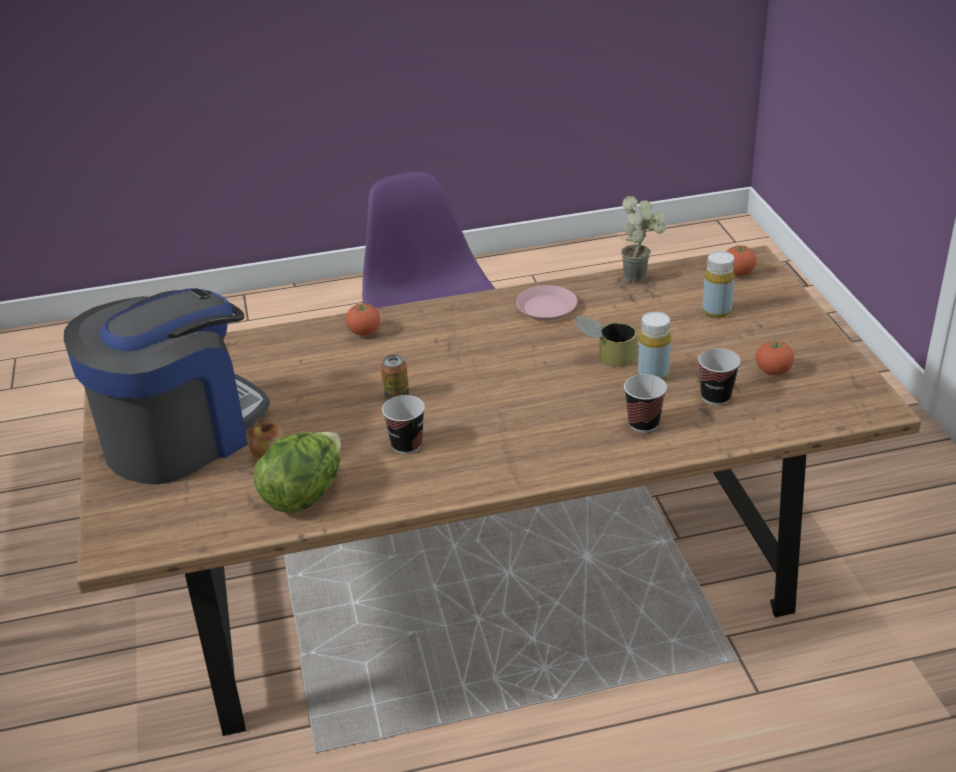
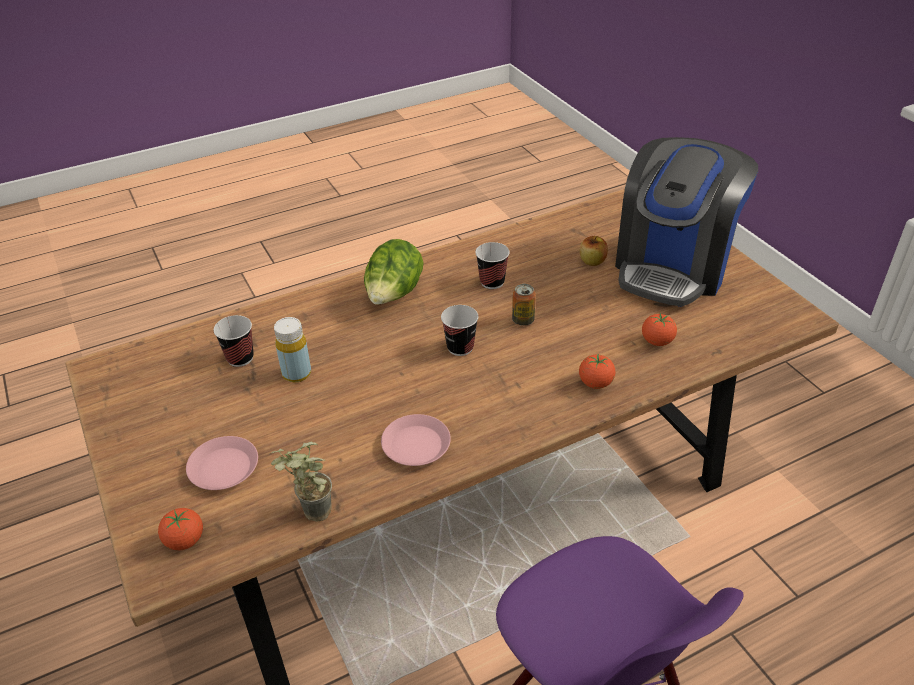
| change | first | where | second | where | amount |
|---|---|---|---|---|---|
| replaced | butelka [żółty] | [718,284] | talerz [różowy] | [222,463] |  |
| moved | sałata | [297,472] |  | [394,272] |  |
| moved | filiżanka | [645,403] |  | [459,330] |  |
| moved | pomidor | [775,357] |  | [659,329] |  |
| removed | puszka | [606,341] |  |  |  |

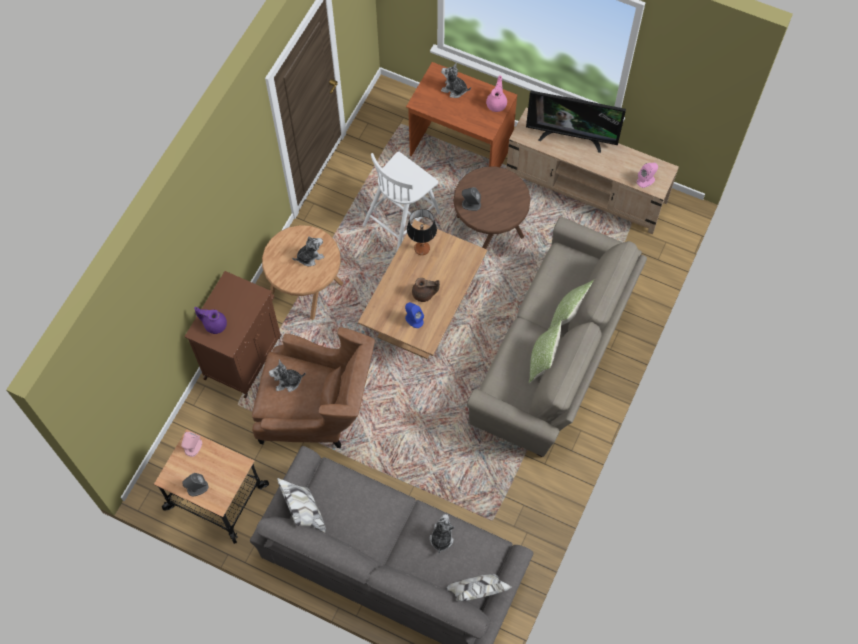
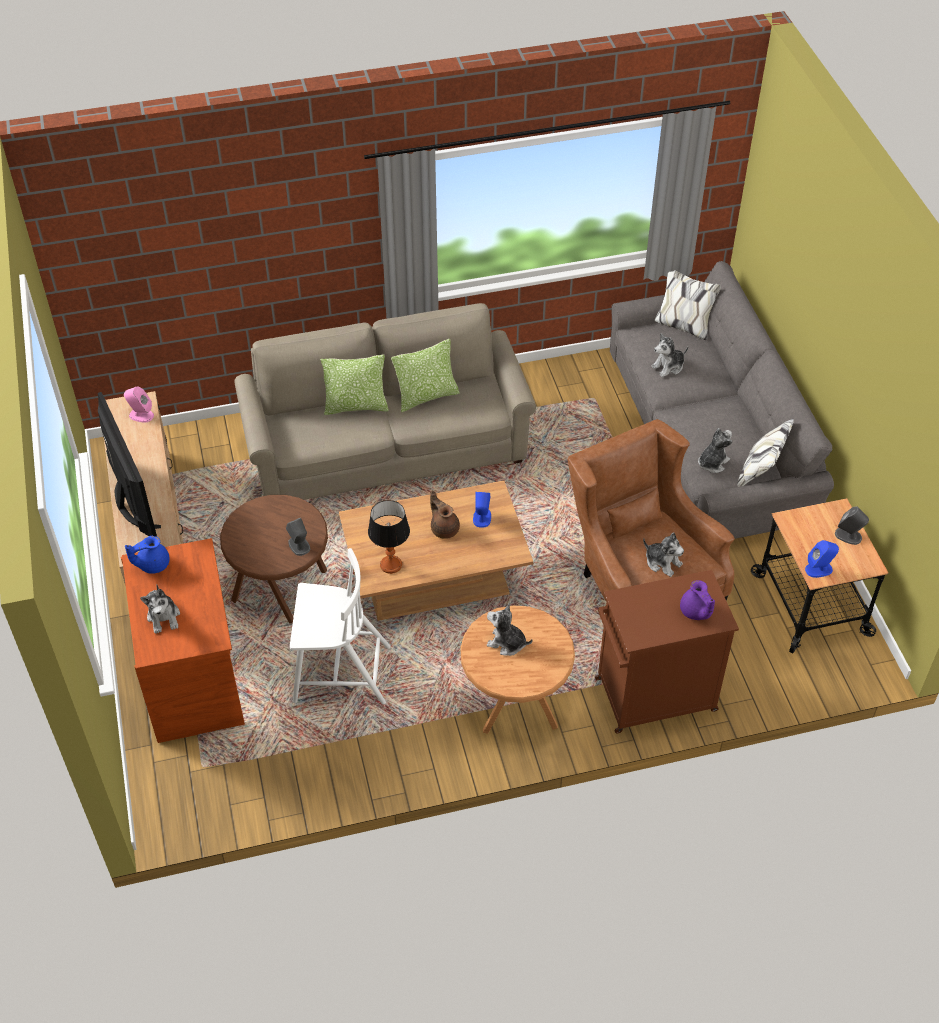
| change | first | where | second | where | amount |
|---|---|---|---|---|---|
| recoloured | imbryk [różowy] | [496,93] | imbryk [niebieski] | [147,555] |  |
| added |  |  | pluszak | [715,450] |  |
| recoloured | głośnik [różowy] | [191,444] | głośnik [niebieski] | [822,559] |  |

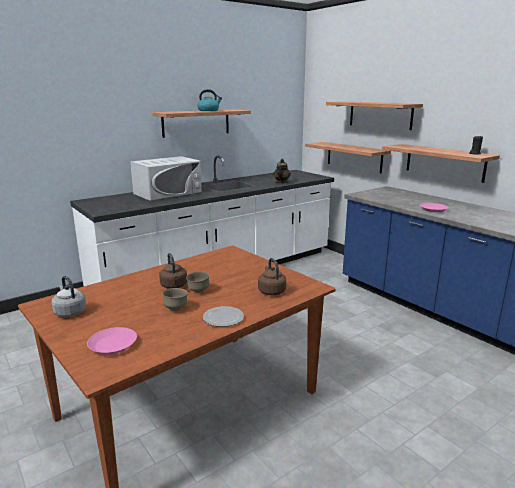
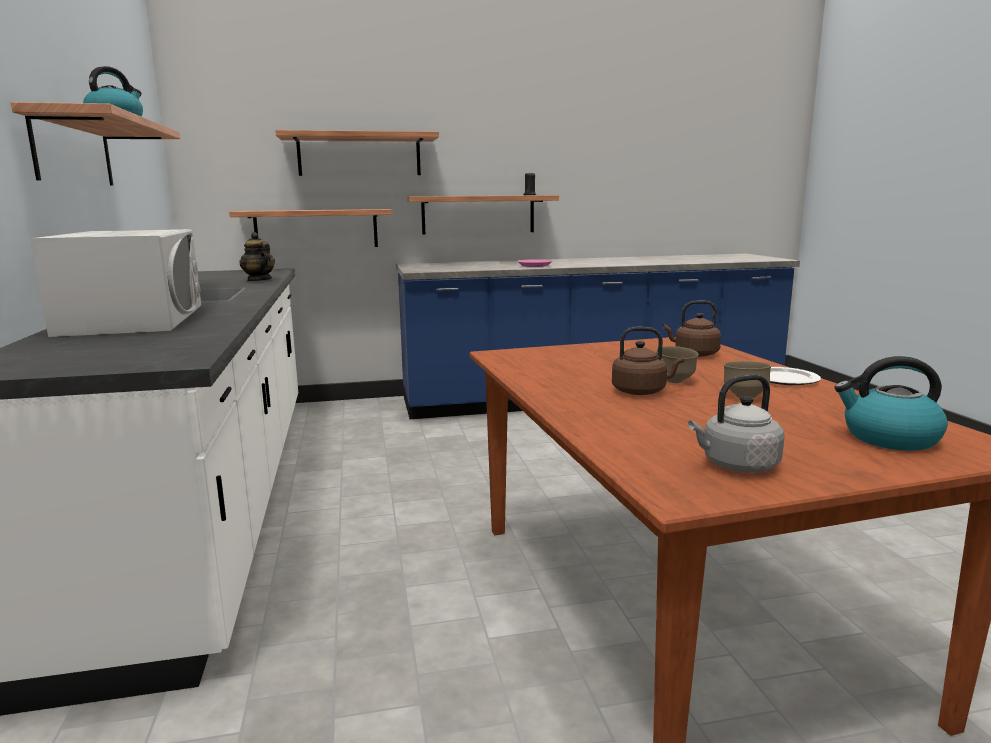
| change | first | where | second | where | amount |
|---|---|---|---|---|---|
| replaced | talerz [różowy] | [112,341] | czajnik | [891,403] |  |

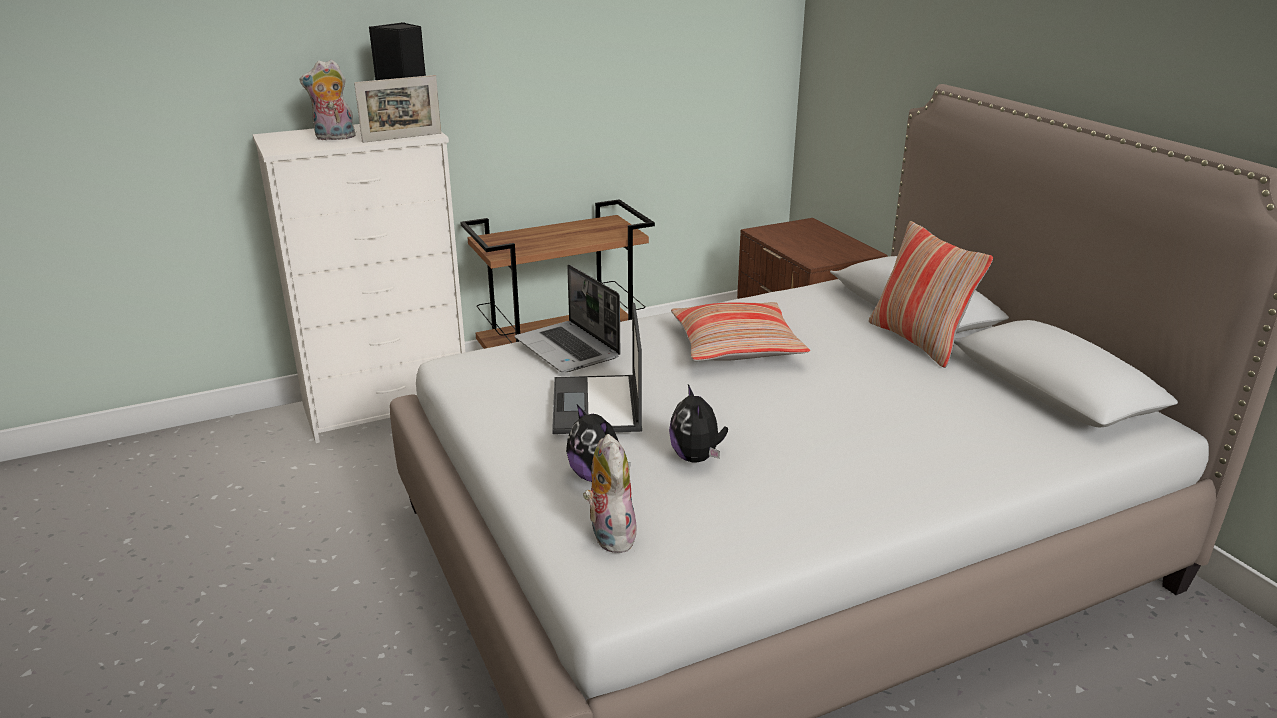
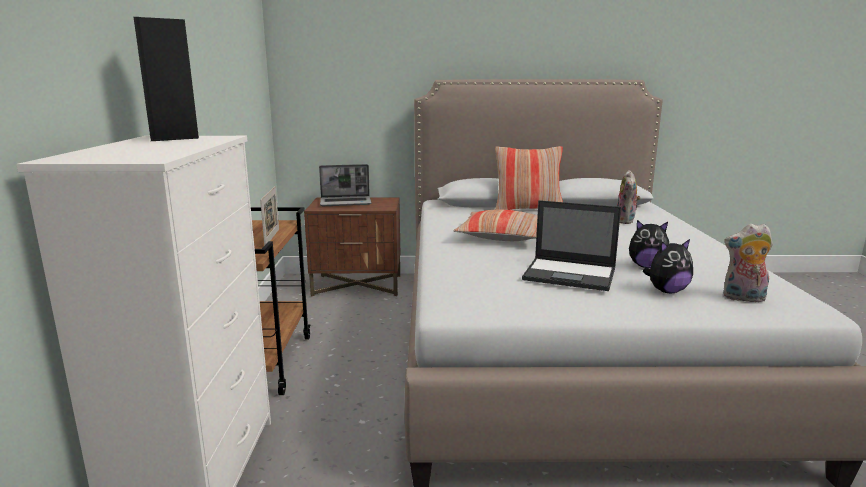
| change | first | where | second | where | amount |
|---|---|---|---|---|---|
| moved | ramka na zdjęcie | [397,109] |  | [269,216] |  |
| moved | laptop | [568,318] |  | [345,185] |  |
| moved | pluszak | [327,99] |  | [628,197] |  |

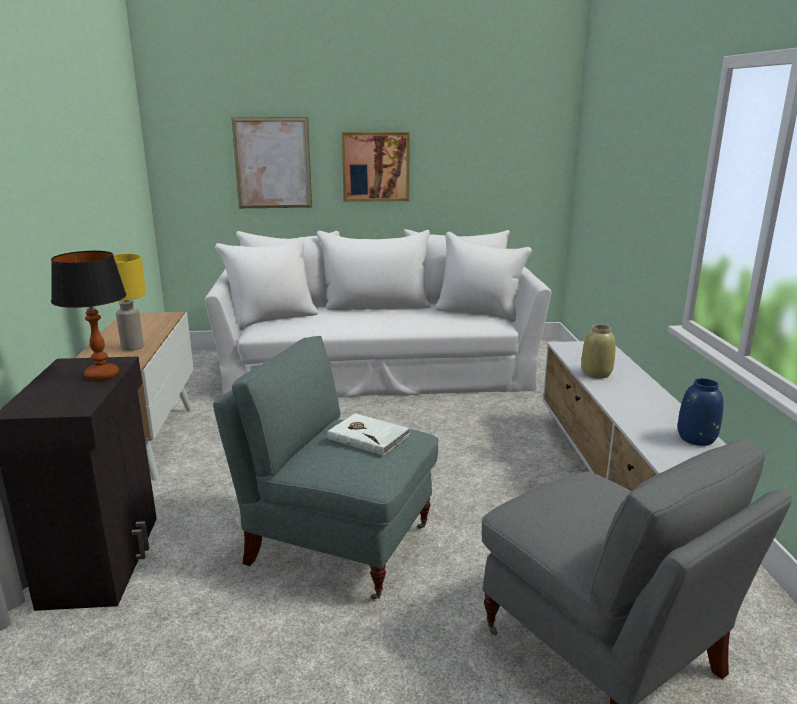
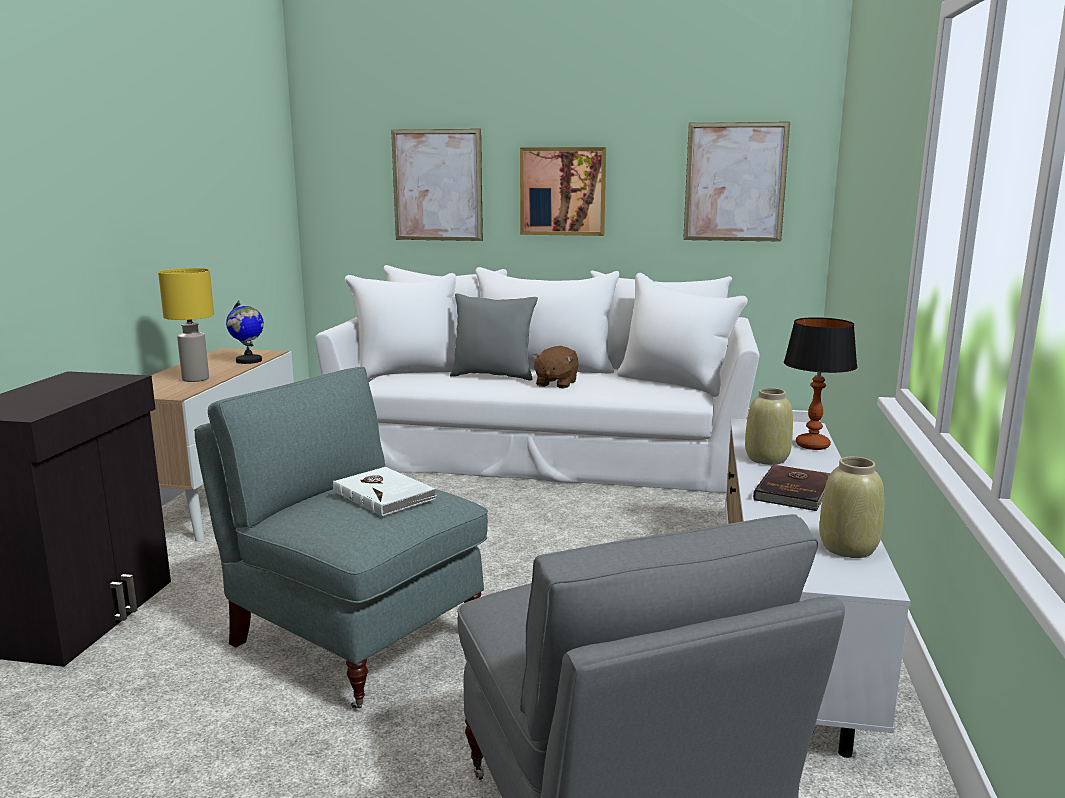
| change | first | where | second | where | amount |
|---|---|---|---|---|---|
| added |  |  | globus | [245,332] |  |
| added |  |  | poduszka [szary] | [494,337] |  |
| added |  |  | pluszak [brązowy] | [555,367] |  |
| added |  |  | obraz | [736,182] |  |
| added |  |  | książka [brązowy] | [791,487] |  |
| moved | lampa stołowa | [88,316] |  | [821,383] |  |
| recoloured | wazon [niebieski] | [700,412] | wazon [beżowy] | [851,507] |  |

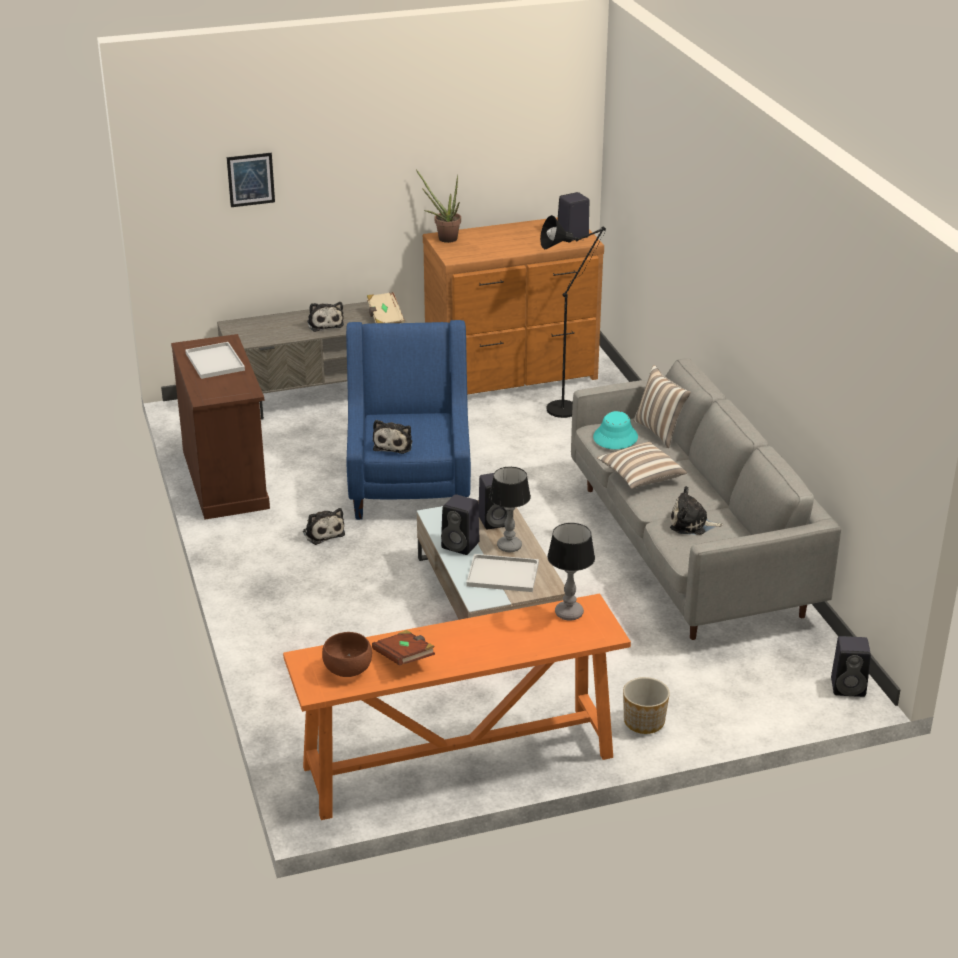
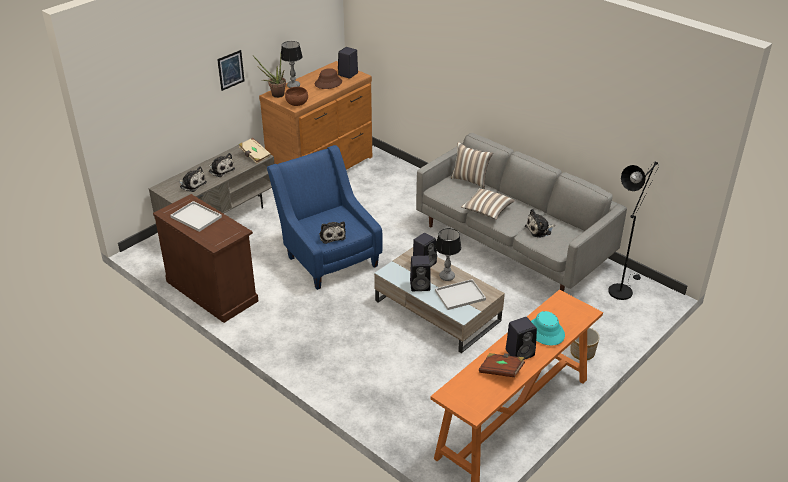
| change | first | where | second | where | amount |
|---|---|---|---|---|---|
| moved | pluszak | [324,526] |  | [192,179] |  |
| moved | obraz | [251,180] |  | [231,70] |  |
| moved | lampa stołowa | [571,572] |  | [292,64] |  |
| moved | miska [brązowy] | [347,654] |  | [296,96] |  |
| added |  |  | kapelusz [brązowy] | [328,78] |  |
| moved | głośnik [czarny] | [851,666] |  | [521,338] |  |
| moved | kapelusz [turkusowy] | [615,430] |  | [548,328] |  |
| moved | lampa stojąca [czarny] | [573,316] |  | [633,230] |  |

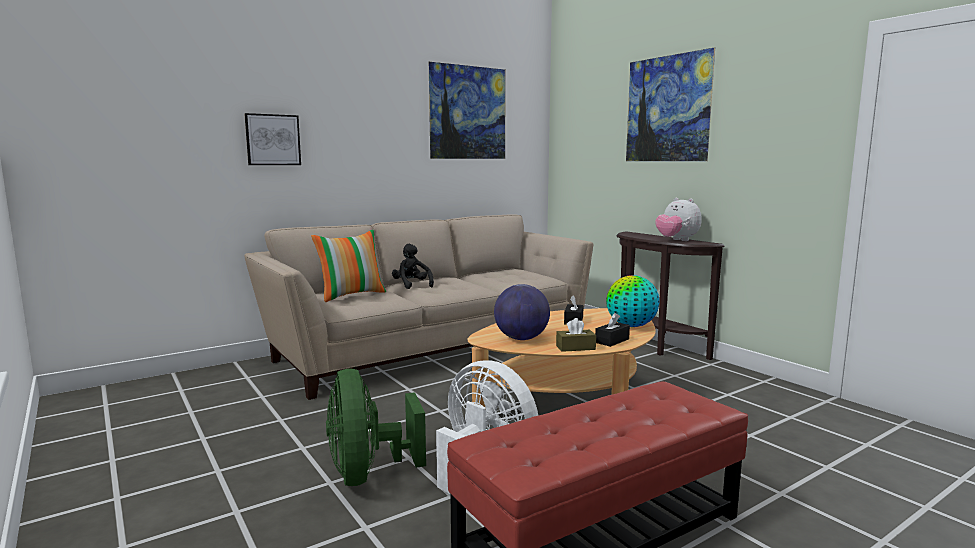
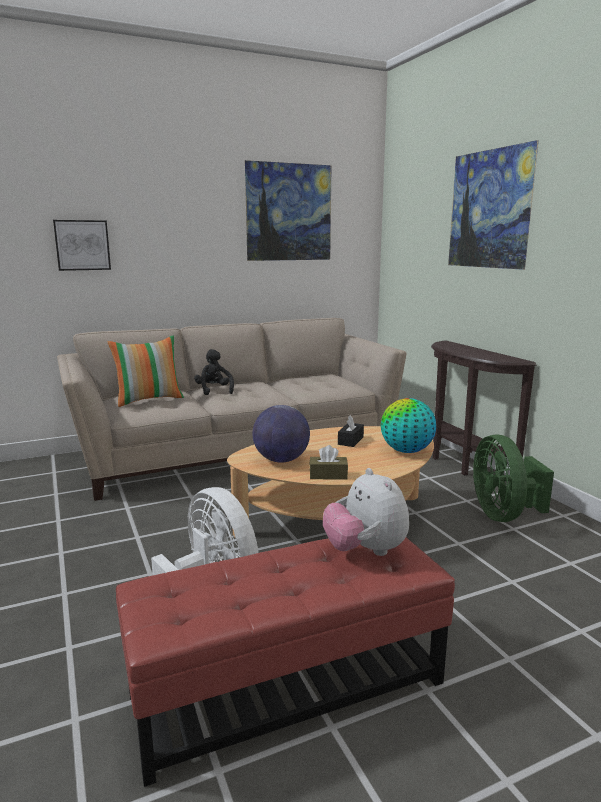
| change | first | where | second | where | amount |
|---|---|---|---|---|---|
| moved | pluszak | [679,219] |  | [366,512] |  |
| moved | wentylator [zielony] | [376,427] |  | [513,478] |  |
| removed | pudełko chusteczek [czarny] | [612,330] |  |  |  |

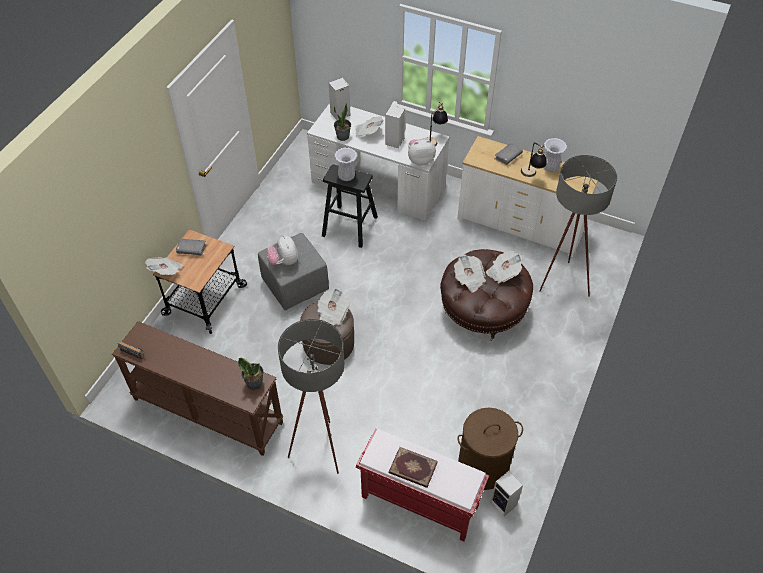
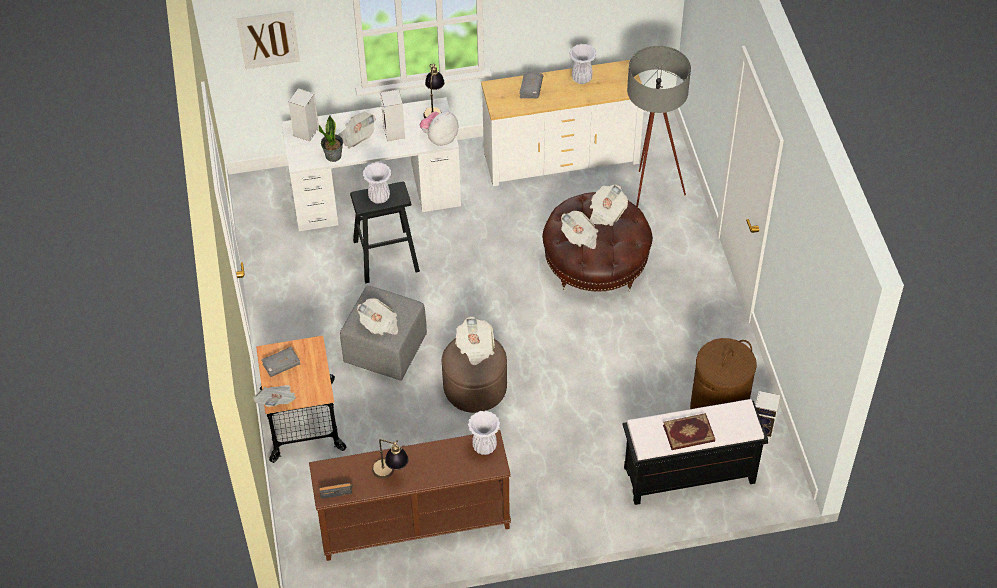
| change | first | where | second | where | amount |
|---|---|---|---|---|---|
| added |  |  | obraz | [268,39] |  |
| replaced | pluszak | [282,250] | gazeta | [377,316] |  |
| moved | lampa stołowa | [534,159] |  | [390,459] |  |
| replaced | roślina doniczkowa | [251,374] | wazon [biały] | [484,433] |  |
| recoloured | ławka [czerwony] | [422,485] | ławka [czarny] | [695,452] |  |
| removed | lampa stojąca [szary] | [311,396] |  |  |  |

